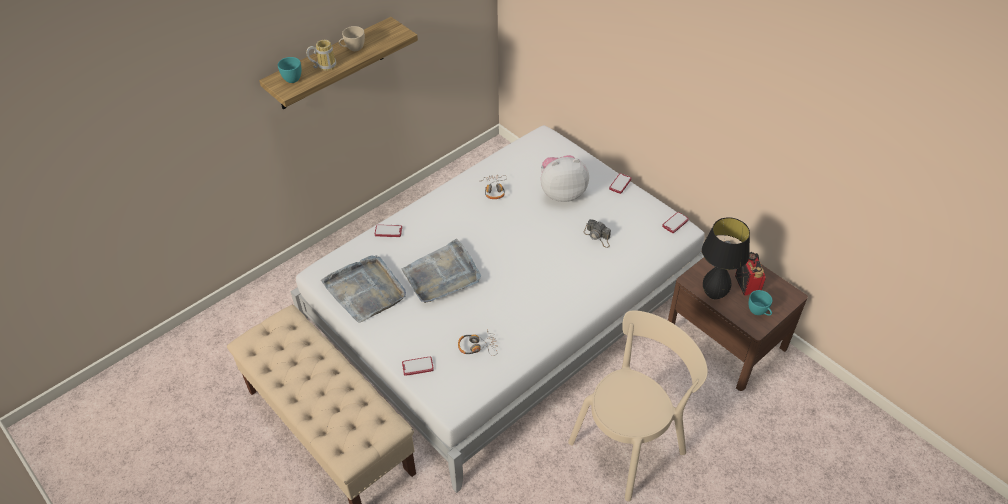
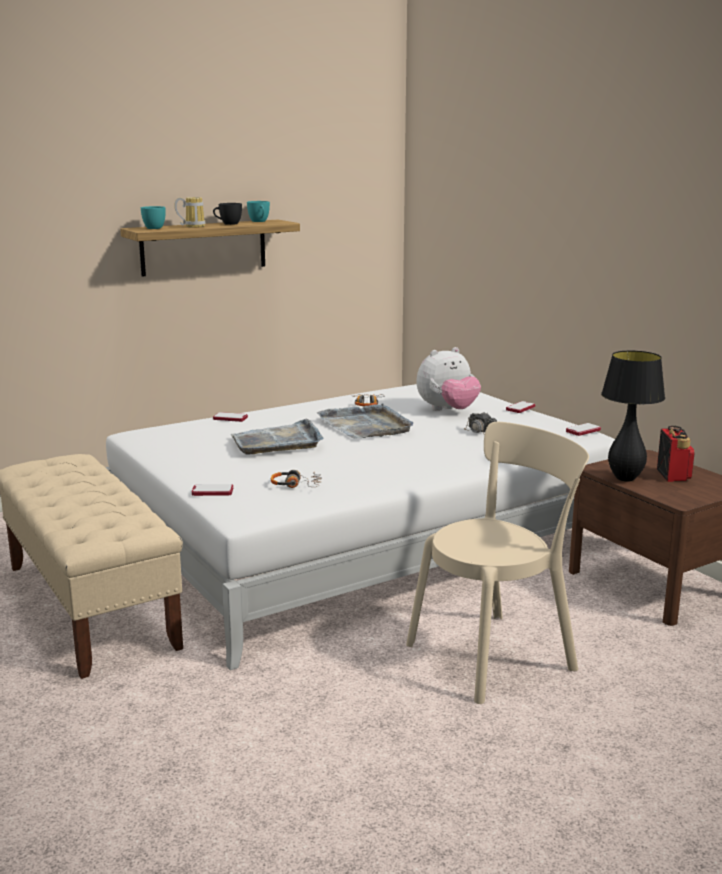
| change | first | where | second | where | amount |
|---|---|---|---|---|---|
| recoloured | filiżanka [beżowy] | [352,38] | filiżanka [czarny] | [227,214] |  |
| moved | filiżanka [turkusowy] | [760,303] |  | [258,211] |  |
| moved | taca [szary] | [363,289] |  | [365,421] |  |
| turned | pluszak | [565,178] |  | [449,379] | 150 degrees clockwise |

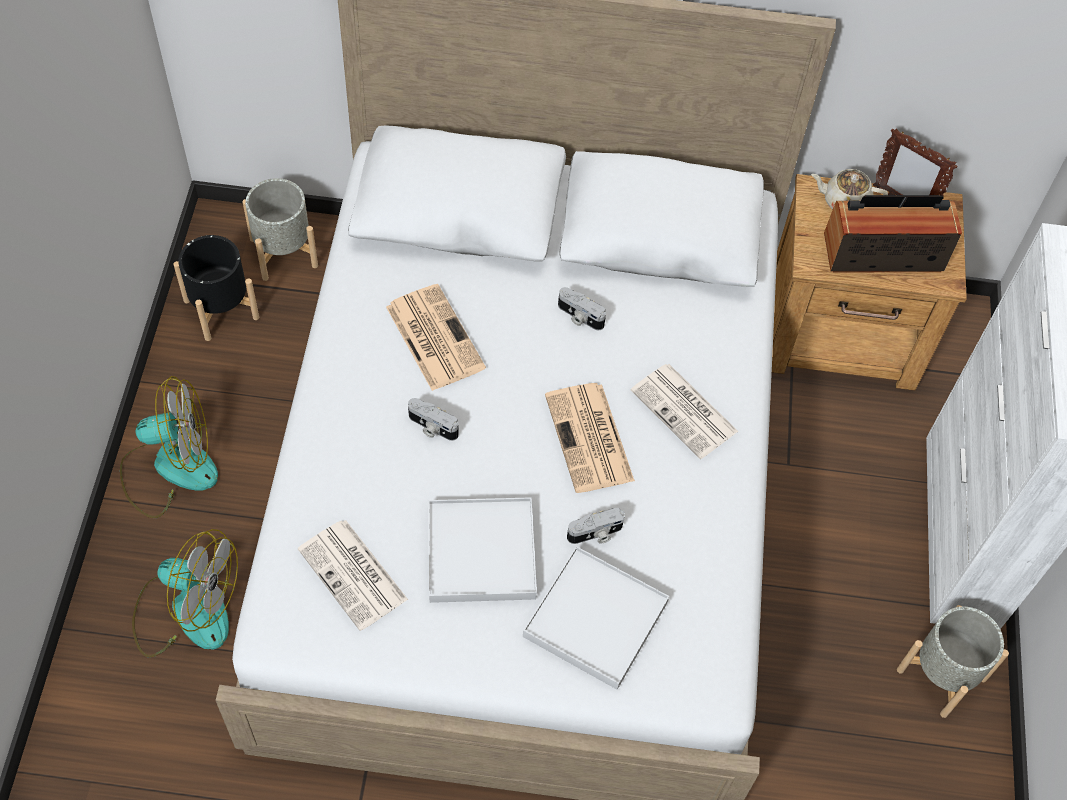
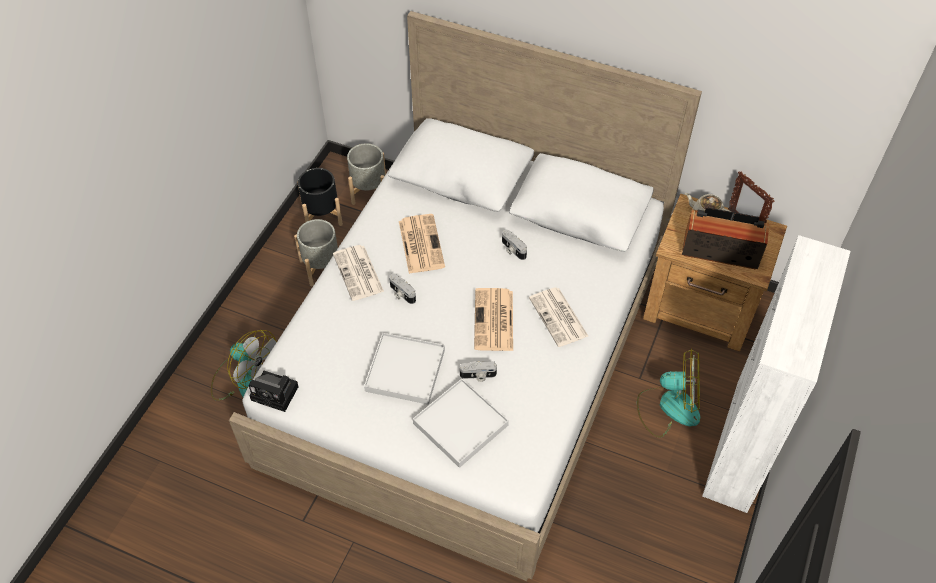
| change | first | where | second | where | amount |
|---|---|---|---|---|---|
| added |  |  | aparat fotograficzny | [273,391] |  |
| moved | donica [szary] | [953,661] |  | [316,252] |  |
| moved | gazeta | [353,575] |  | [358,273] |  |
| moved | wentylator | [169,447] |  | [668,393] |  |

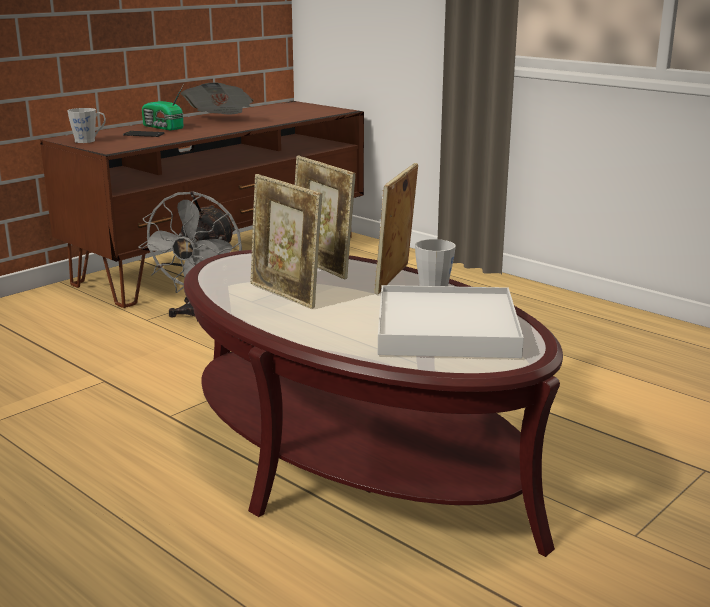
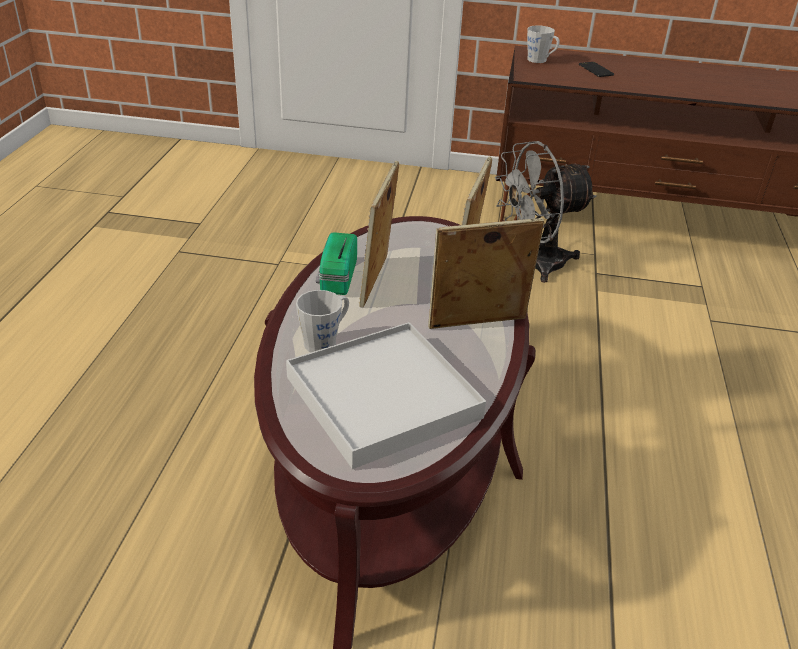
| change | first | where | second | where | amount |
|---|---|---|---|---|---|
| moved | kubek [szary] | [435,262] |  | [322,321] |  |
| moved | radio | [163,107] |  | [336,263] |  |
| removed | gazeta | [216,98] |  |  |  |

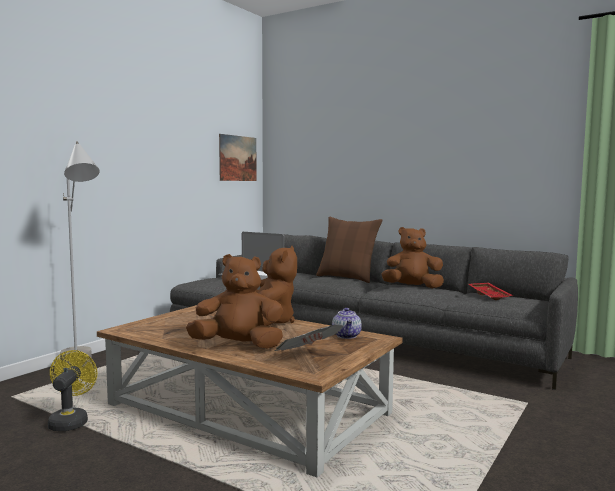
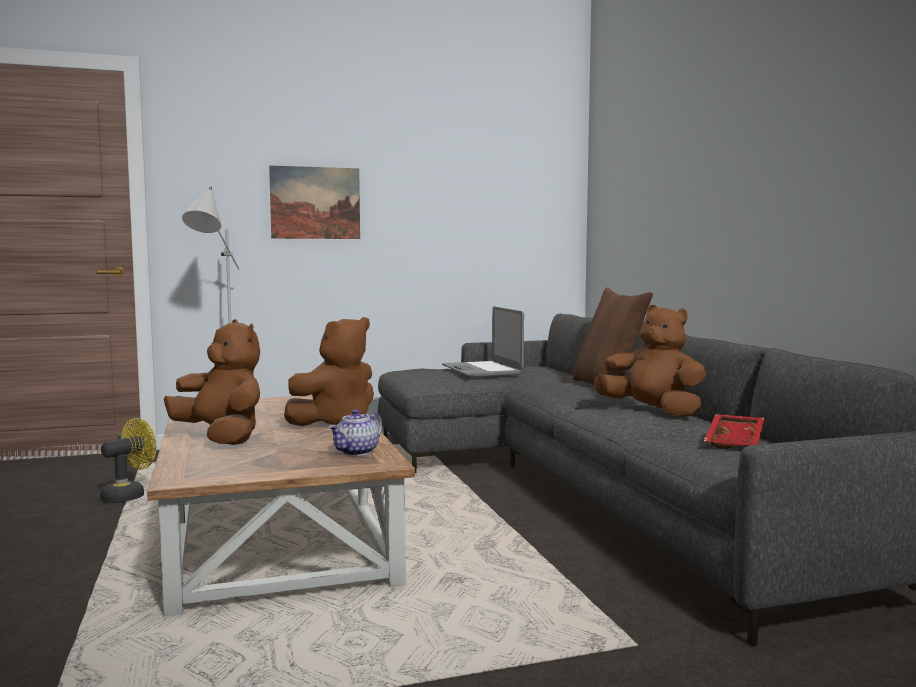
| change | first | where | second | where | amount |
|---|---|---|---|---|---|
| moved | obraz | [238,157] |  | [314,202] |  |
| removed | gazeta | [309,338] |  |  |  |

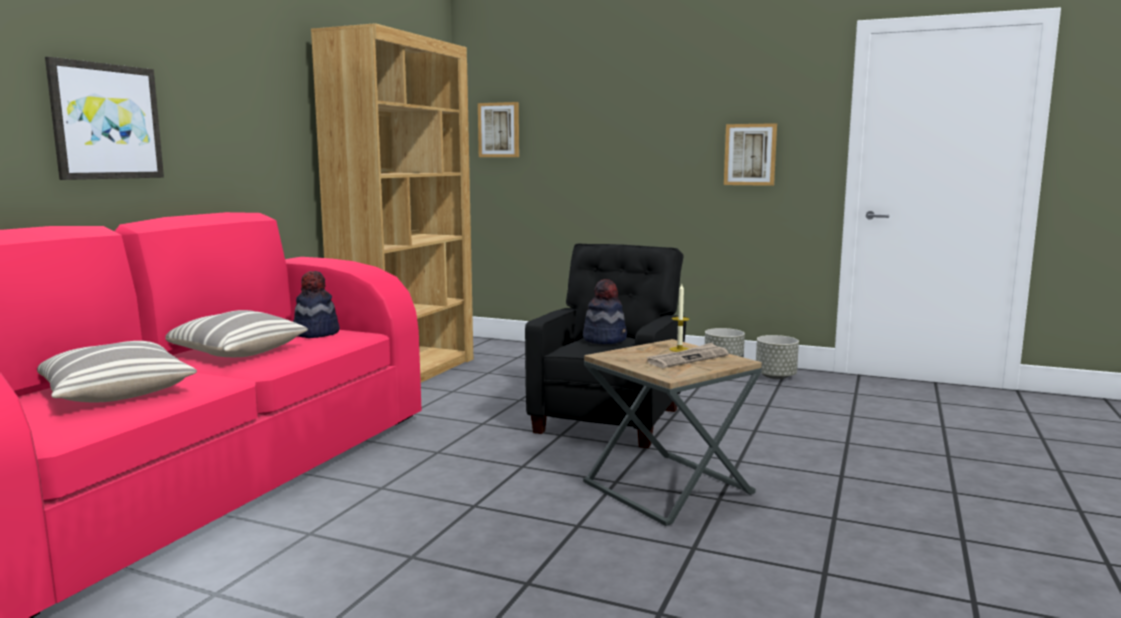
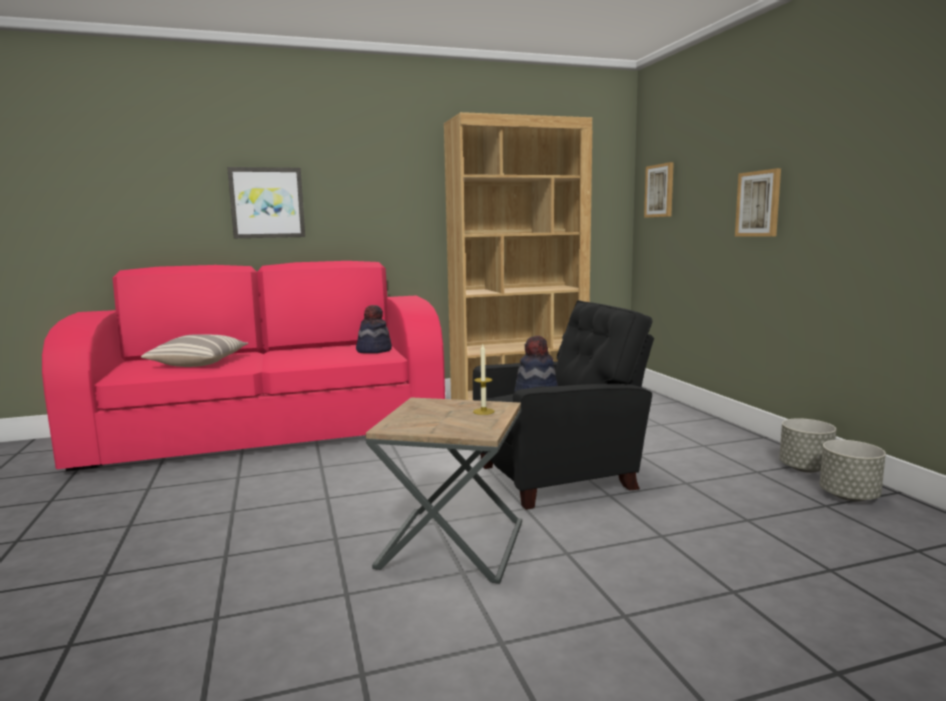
| change | first | where | second | where | amount |
|---|---|---|---|---|---|
| moved | obraz | [750,154] |  | [758,202] |  |
| removed | poduszka | [236,333] |  |  |  |
| removed | gazeta | [688,355] |  |  |  |

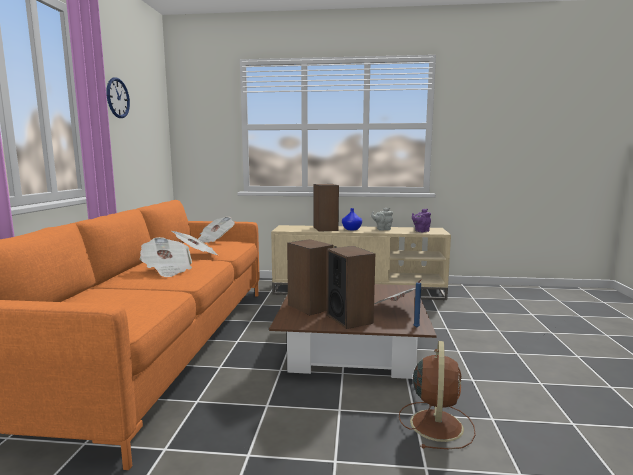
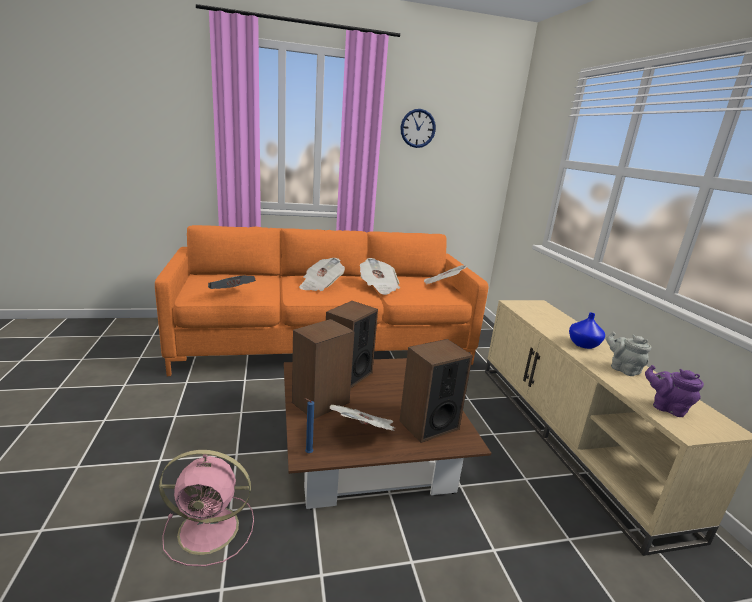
| change | first | where | second | where | amount |
|---|---|---|---|---|---|
| recoloured | wentylator [brązowy] | [437,395] | wentylator [różowy] | [206,508] |  |
| added |  |  | gazeta | [232,282] |  |
| moved | głośnik | [326,208] |  | [436,391] |  |

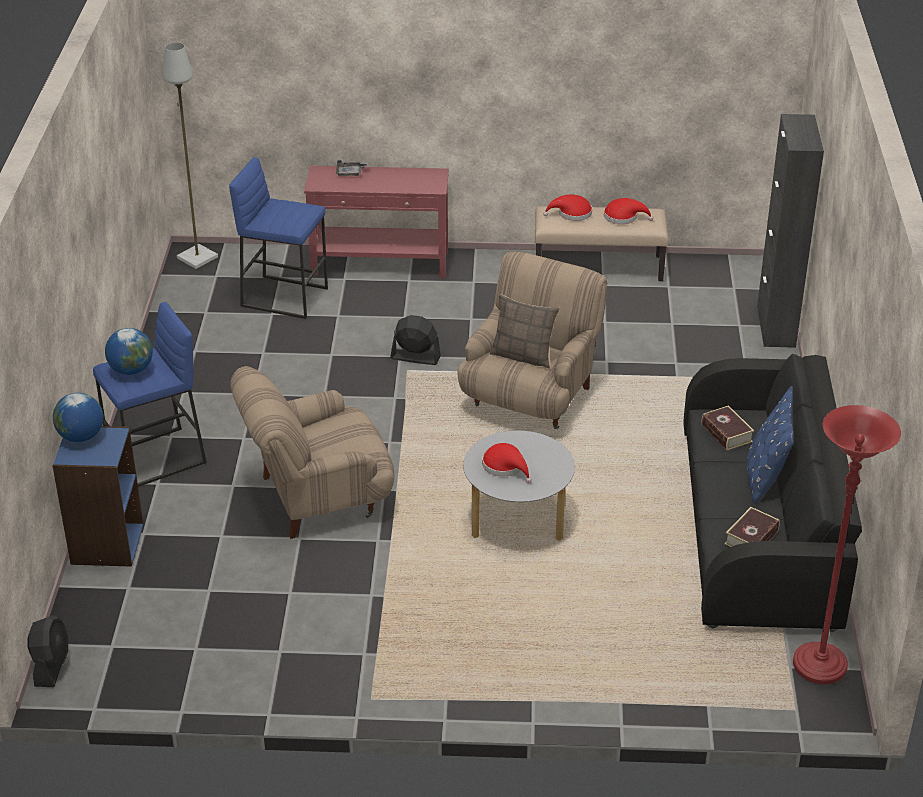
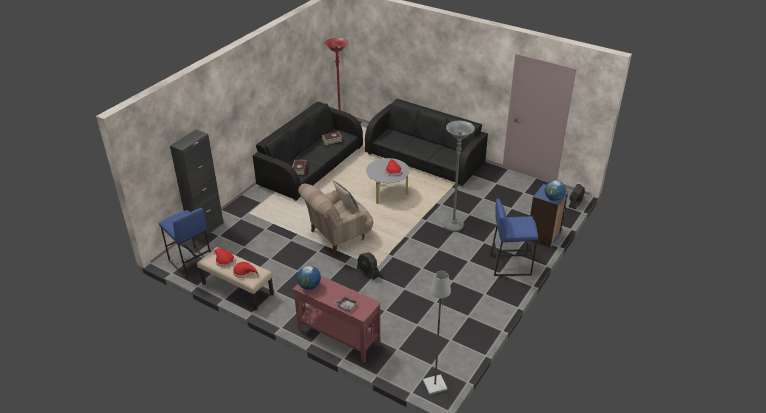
| change | first | where | second | where | amount |
|---|---|---|---|---|---|
| moved | stołek [niebieski] | [278,238] |  | [185,244] |  |
| moved | globus | [129,351] |  | [309,278] |  |
| added |  |  | kanapa [czarny] | [426,142] |  |
| replaced | fotel [beżowy] | [312,452] | lampa stojąca [szary] | [459,176] |  |
| removed | poduszka [niebieski] | [770,445] |  |  |  |

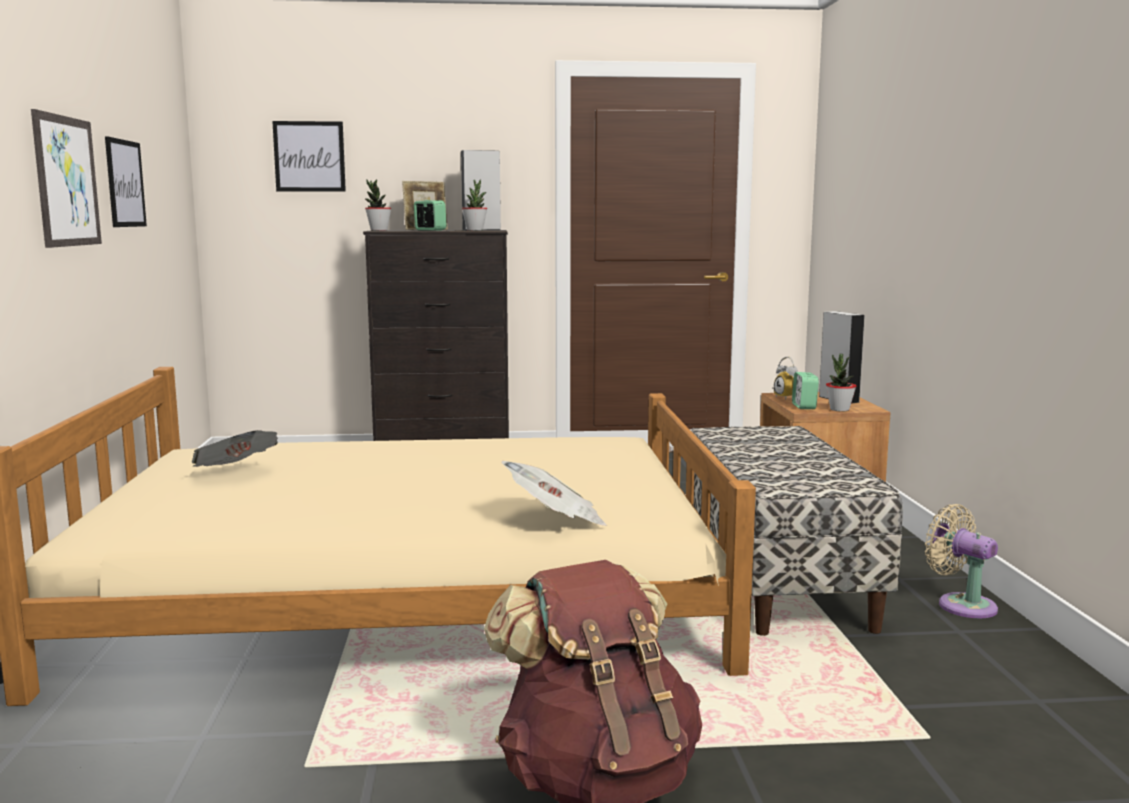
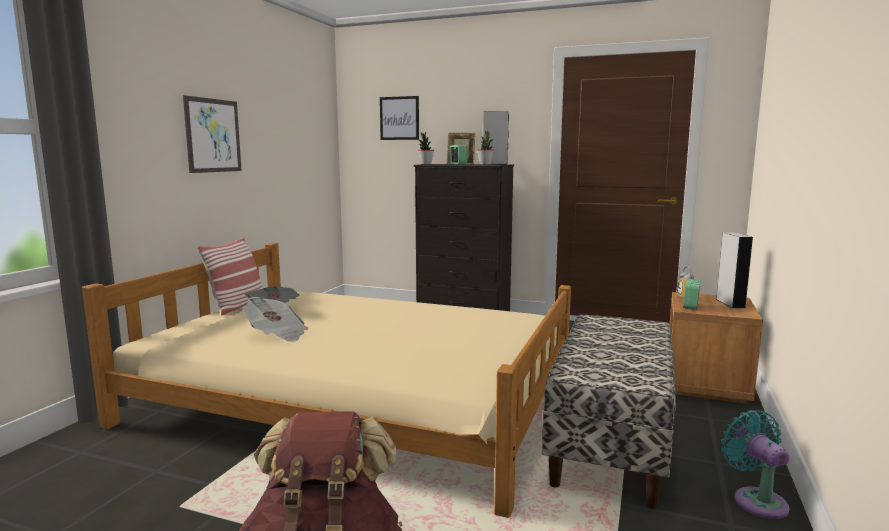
| change | first | where | second | where | amount |
|---|---|---|---|---|---|
| added |  |  | poduszka | [230,276] |  |
| moved | gazeta | [554,493] |  | [275,319] |  |
| recoloured | wentylator [beżowy] | [961,561] | wentylator [turkusowy] | [755,464] |  |
| removed | obraz | [126,181] |  |  |  |
| removed | roślina doniczkowa | [841,383] |  |  |  |

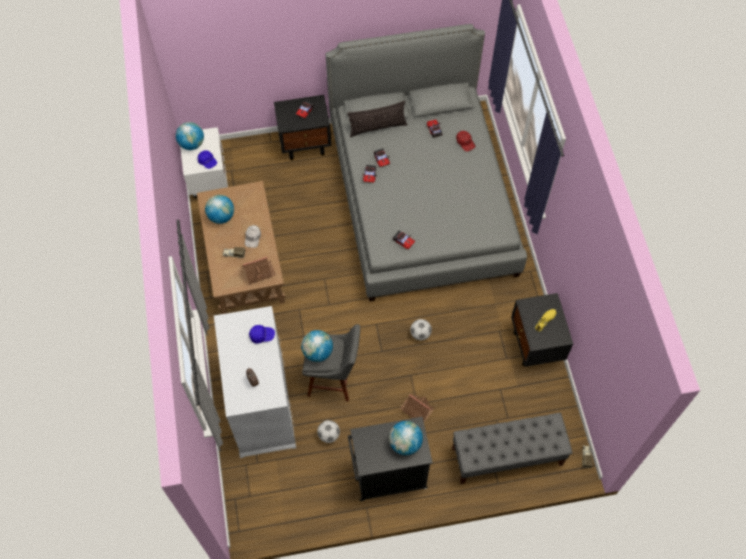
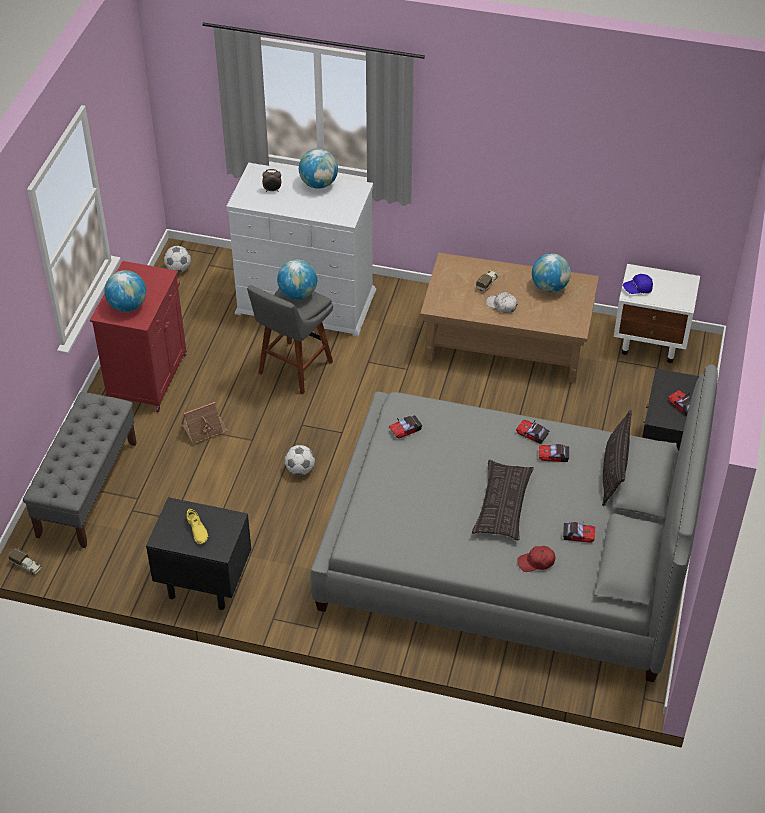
| change | first | where | second | where | amount |
|---|---|---|---|---|---|
| recoloured | szafka [czarny] | [390,459] | szafka [czerwony] | [138,336] |  |
| moved | piłka futbolowa | [328,431] |  | [177,259] |  |
| moved | globus | [190,136] |  | [318,169] |  |
| added |  |  | poduszka | [503,500] |  |
| removed | domek | [259,270] |  |  |  |
| removed | czapka z daszkiem [niebieski] | [262,334] |  |  |  |

